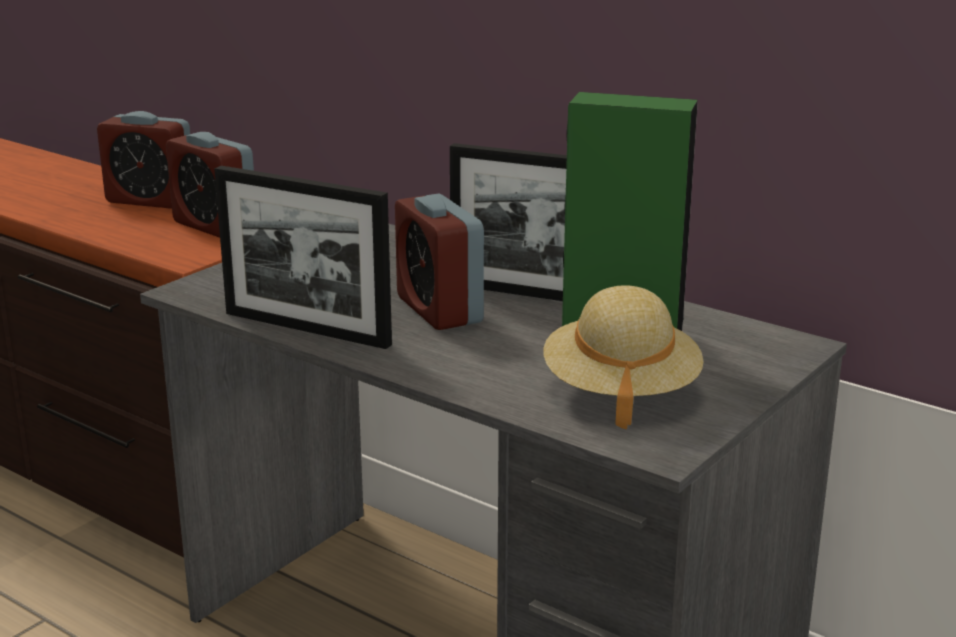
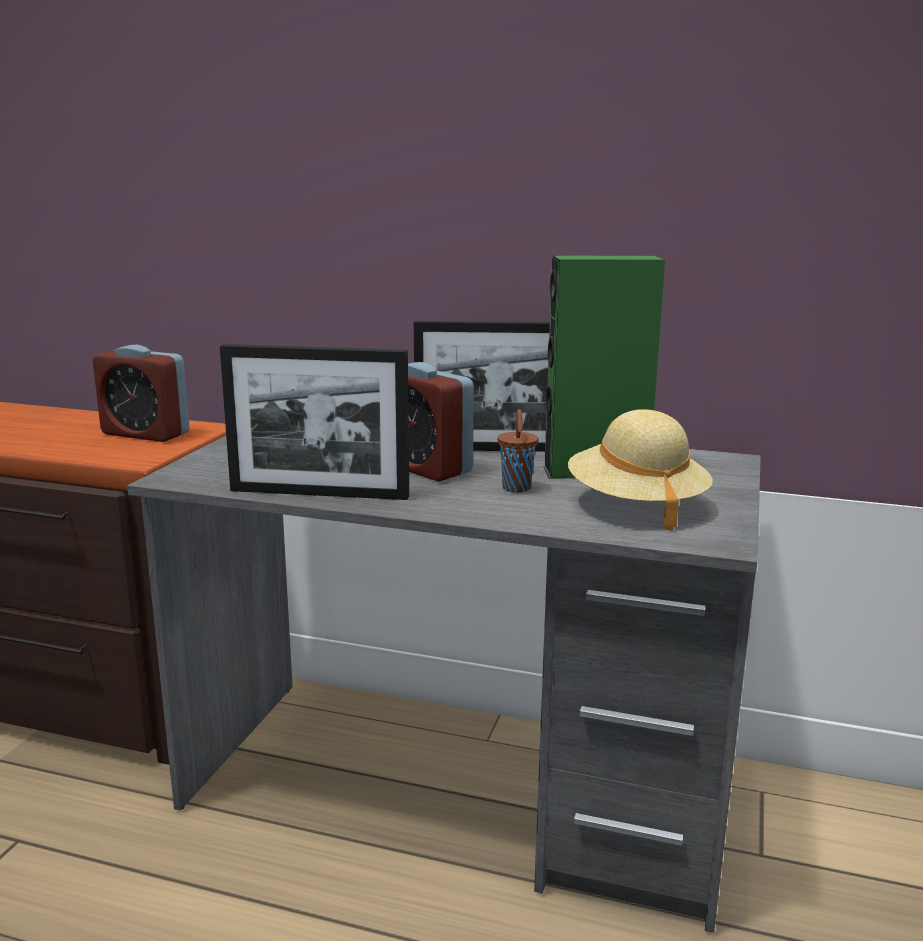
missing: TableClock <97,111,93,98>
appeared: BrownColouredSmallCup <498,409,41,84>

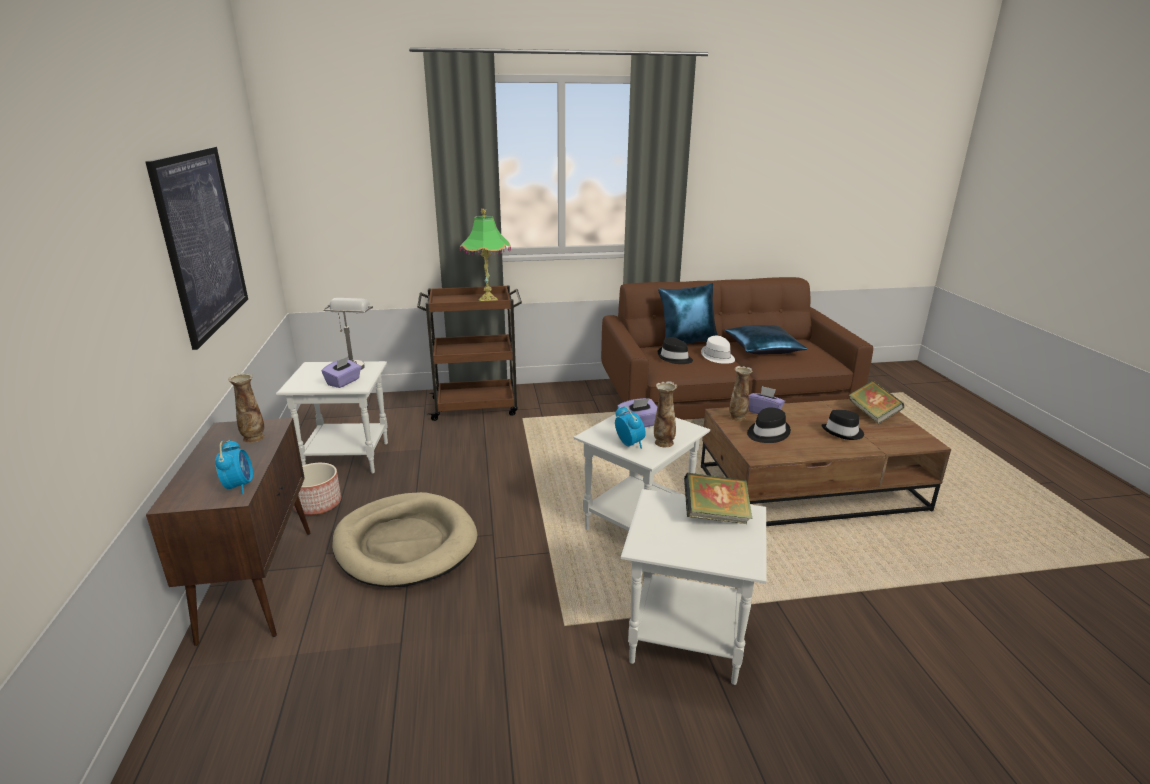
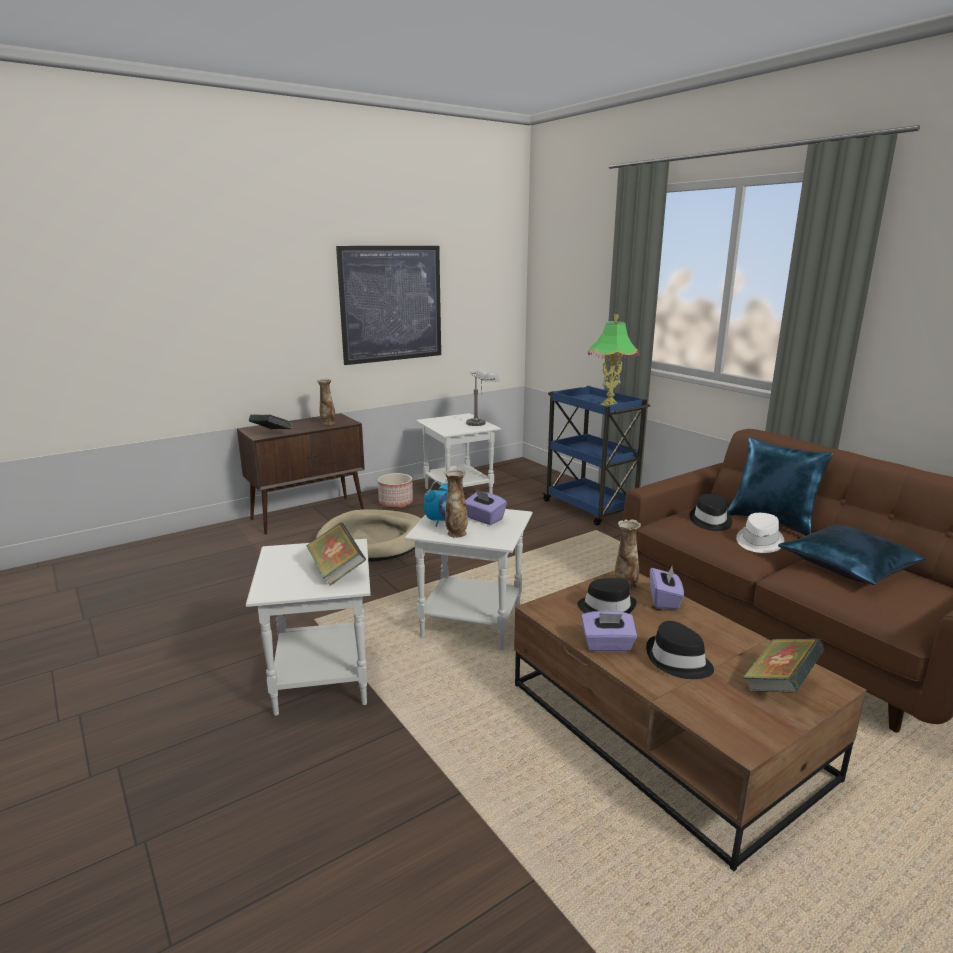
relocated: PurplishBoxOfTissues <322,356,39,32> to <581,611,56,41>
exchanged: TableClock <215,440,38,54> to BoundBook <249,414,44,15>
colour: BrownColouredWheeledCart <417,285,105,136> to BluishWheeledCart <542,386,108,140>

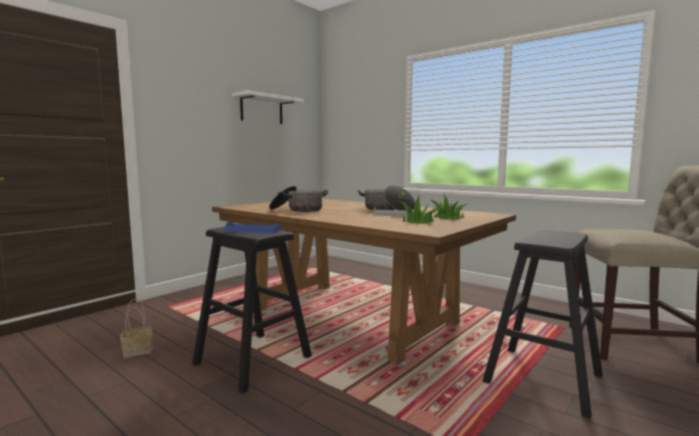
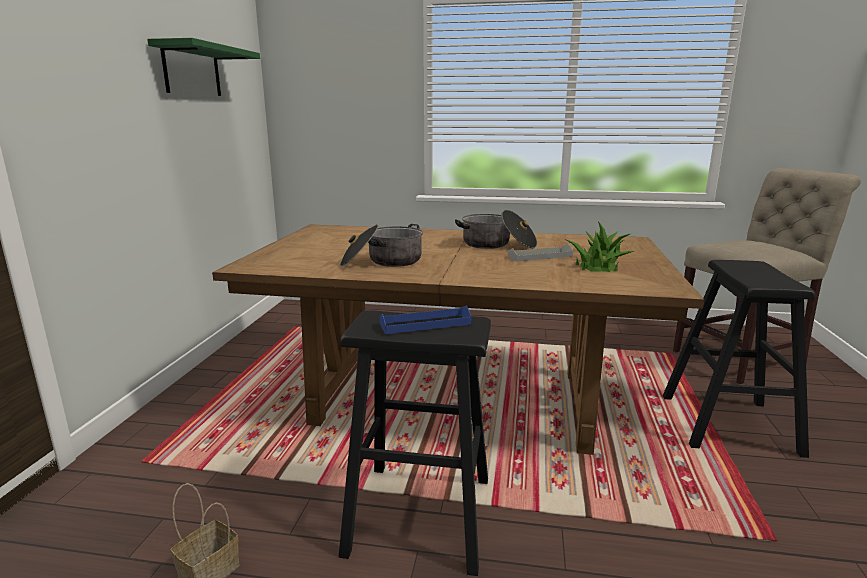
colour: WhitishShelf <232,90,72,34> to GreenishShelf <147,38,113,58>

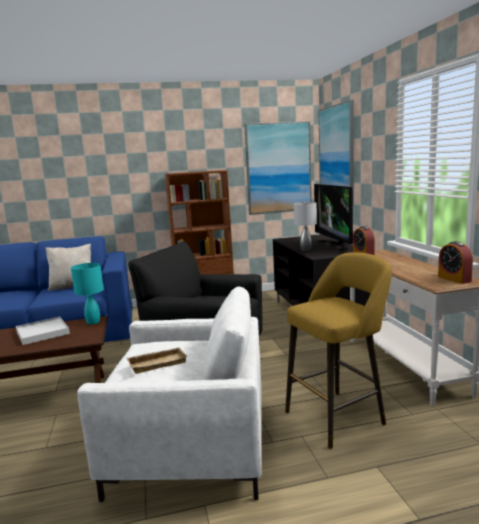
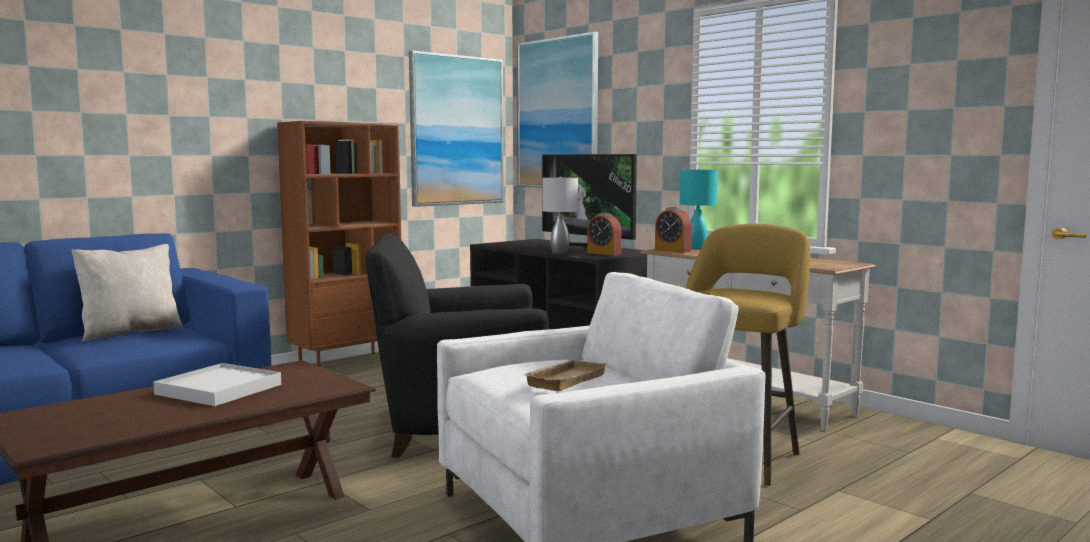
relocated: TurquoiseColouredTabletopLamp <71,263,33,61> to <680,169,38,80>; TableClock <438,241,35,43> to <587,213,34,43>

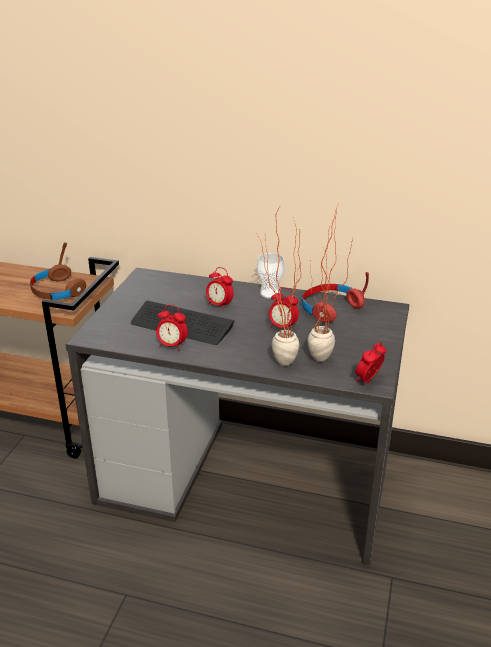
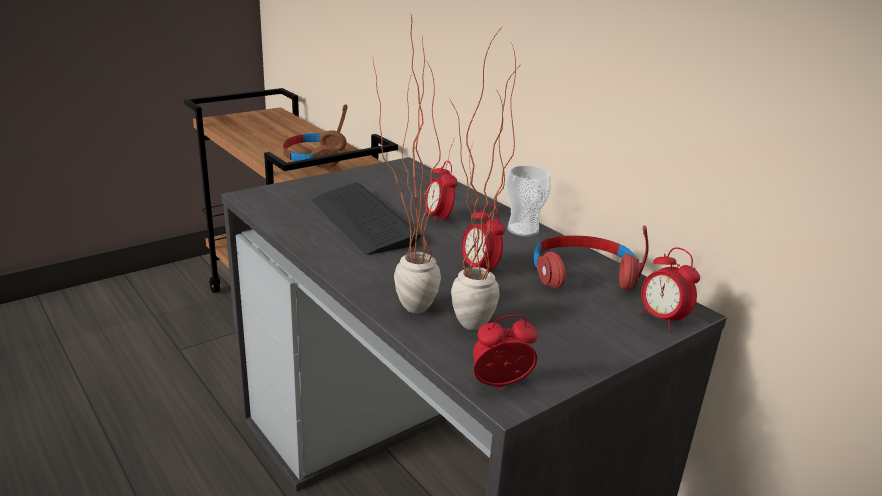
relocated: TableClock <156,305,32,46> to <639,247,61,84>

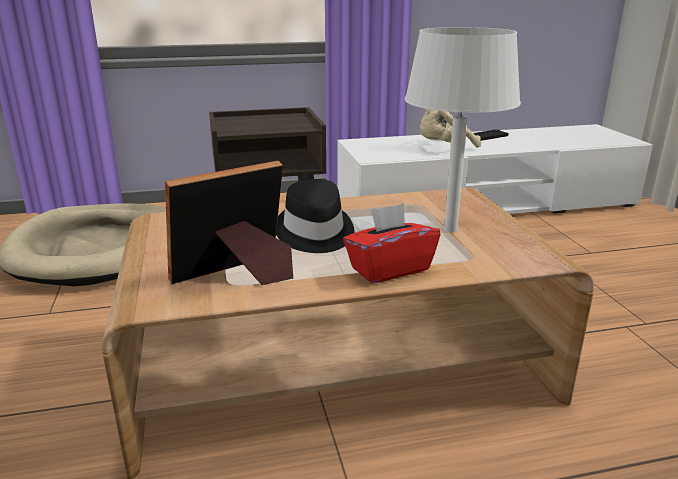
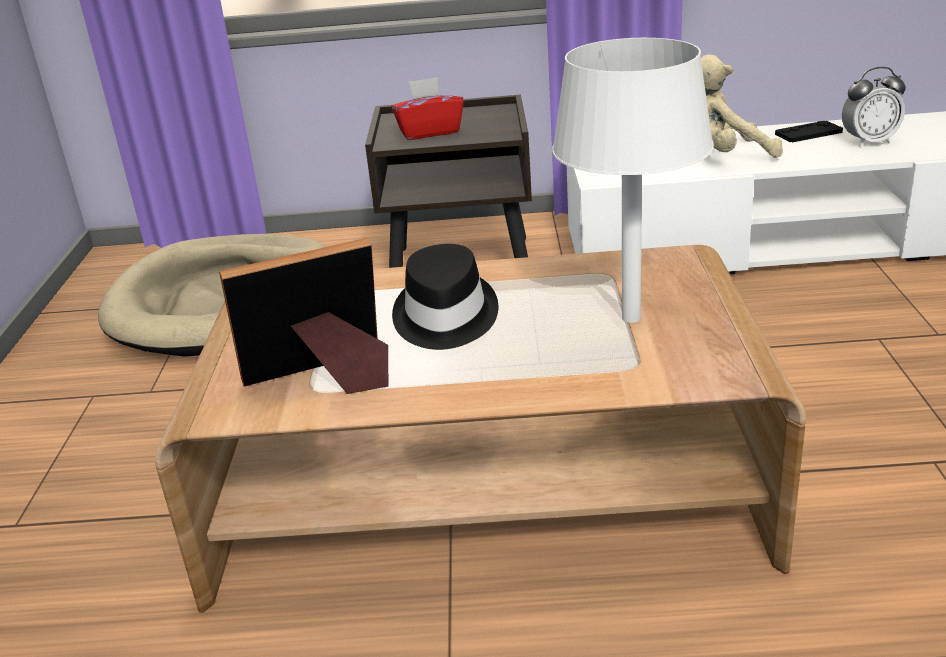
appeared: TableClock <842,67,64,80>
relocated: ReddishBoxOfTissues <343,203,98,81> to <391,77,73,63>

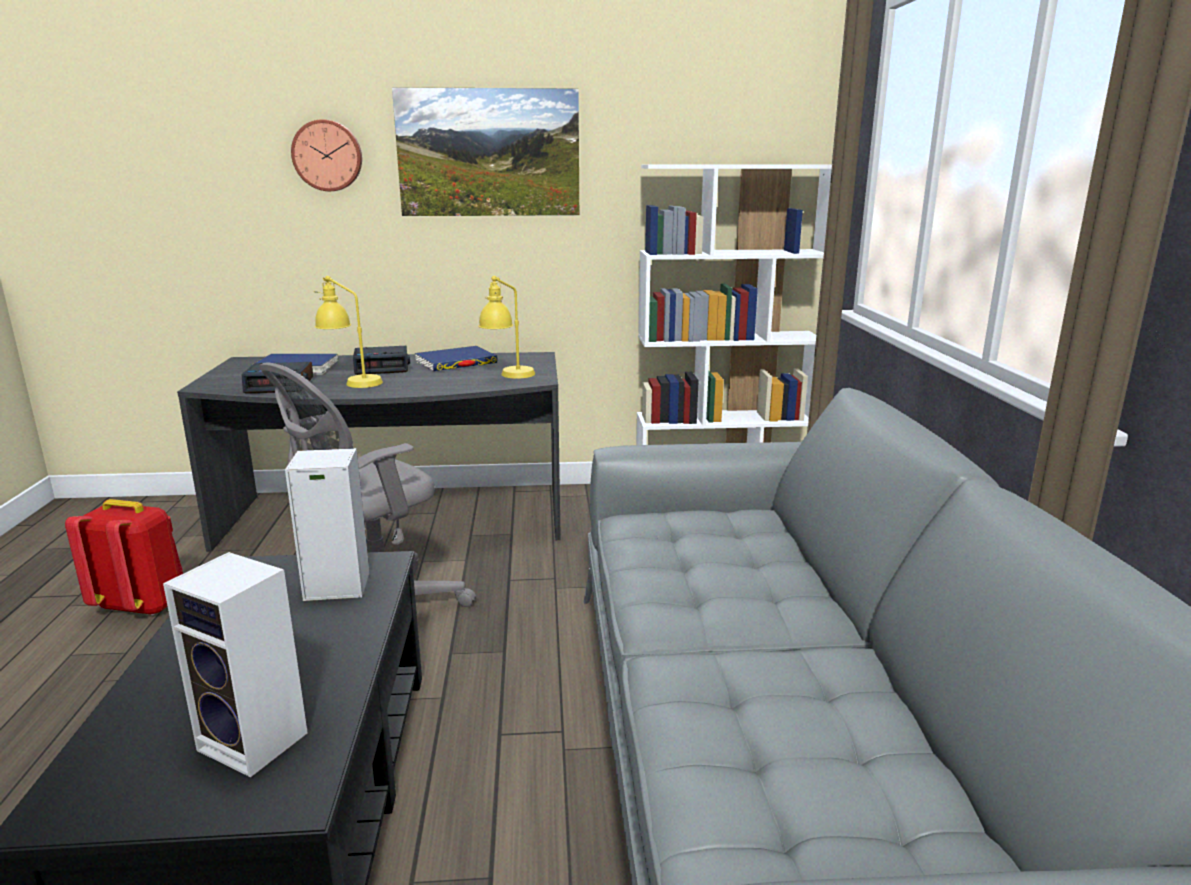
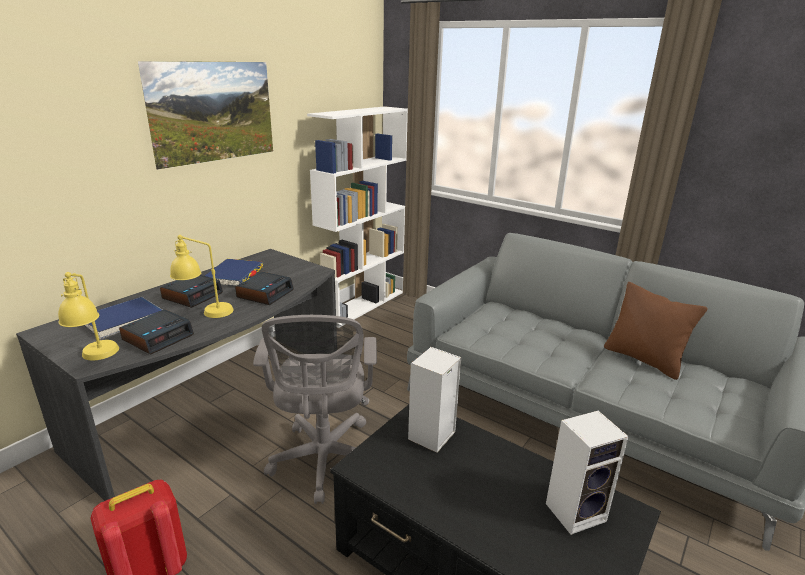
missing: WallClock <291,119,71,72>
appeared: TableClock <235,272,59,33>; BrownColouredThrowPillow <604,282,103,98>
relocated: YellowTabletopLamp <478,276,57,103> to <58,272,61,89>

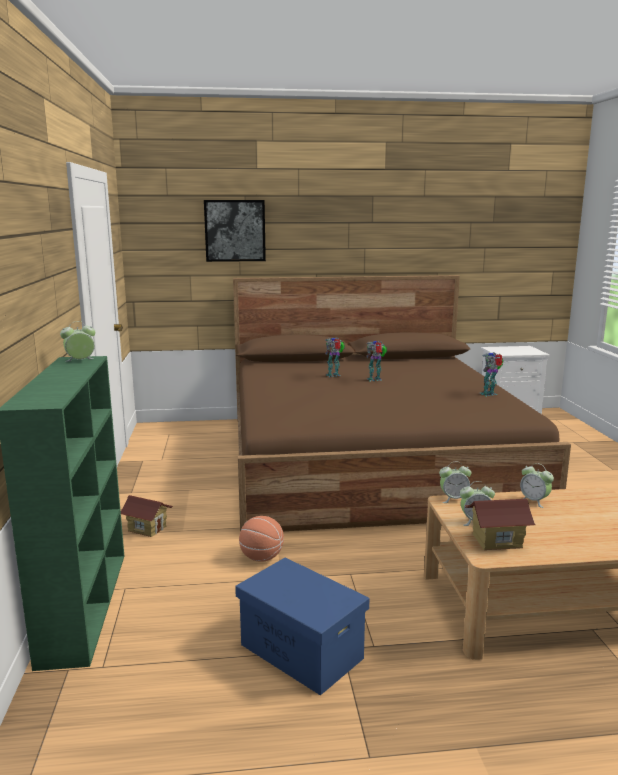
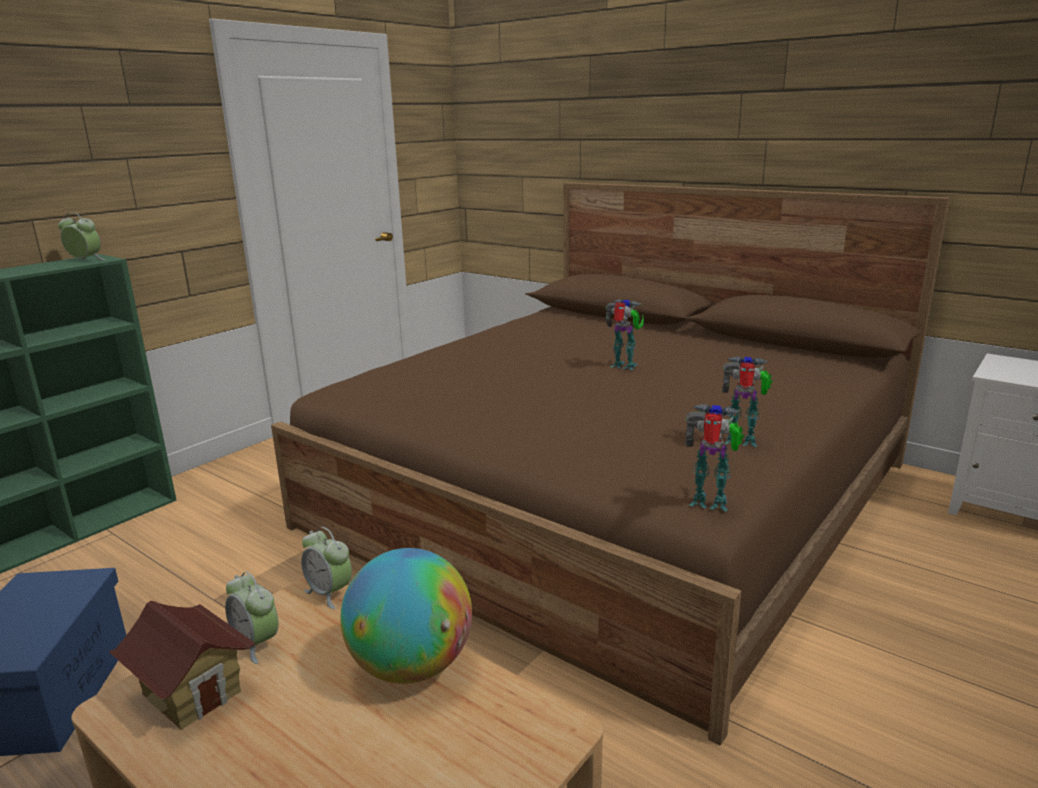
missing: ToyHouse <121,495,52,42>; WallArt <204,200,62,62>; BallForBasketball <239,516,45,46>
relocated: RobotFigure <325,337,20,40> to <685,404,59,107>
exchanged: TableClock <520,463,34,45> to DeskGlobe <340,548,132,136>

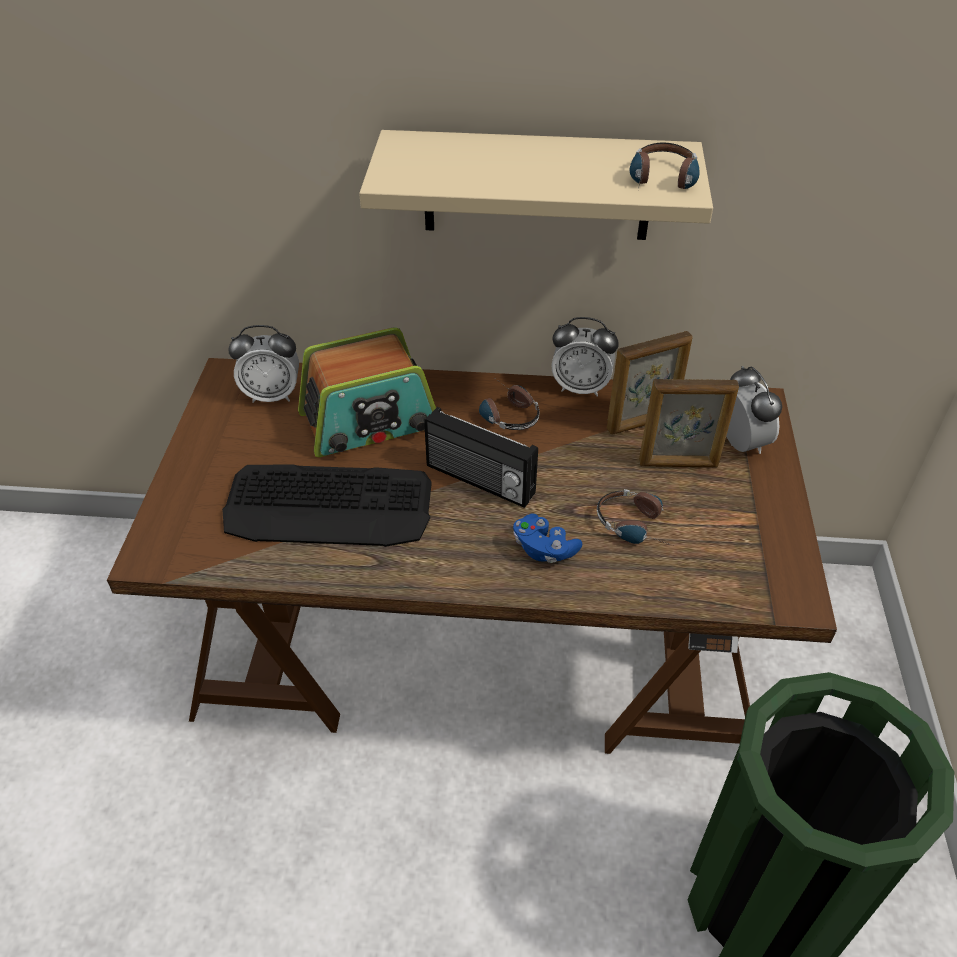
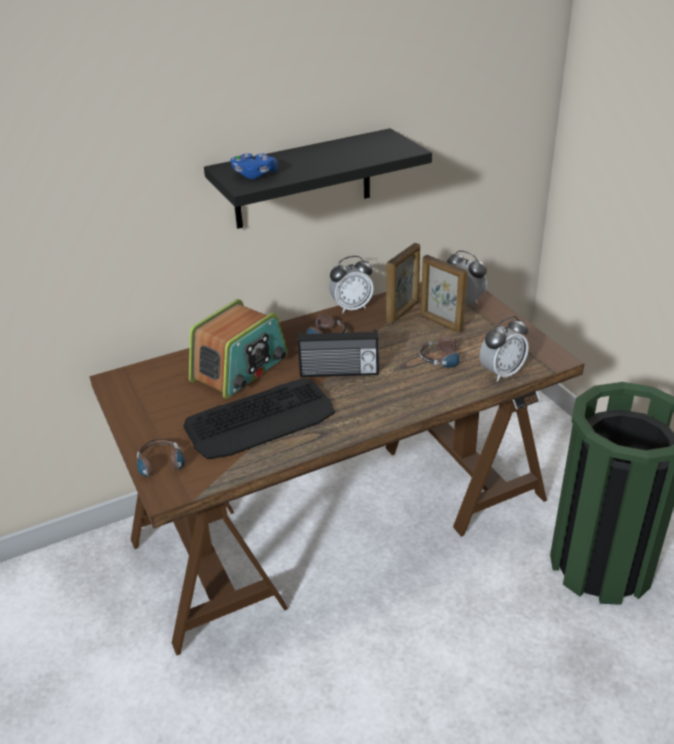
relocated: TableClock <229,325,70,78> to <479,316,50,66>; BluishGameController <513,514,69,49> to <231,153,47,26>; PairOfHeadphones <630,143,70,47> to <137,439,48,47>
colour: BeigeShelf <359,130,354,110> to BlackishShelf <204,128,228,101>
spun: PictureFrame <639,379,100,88> = <420,255,48,78> 75 degrees clockwise

